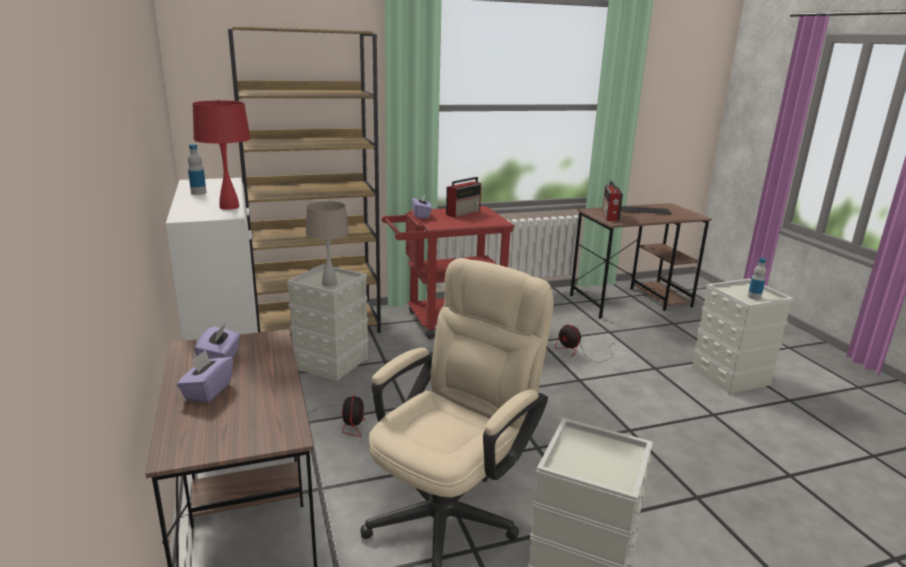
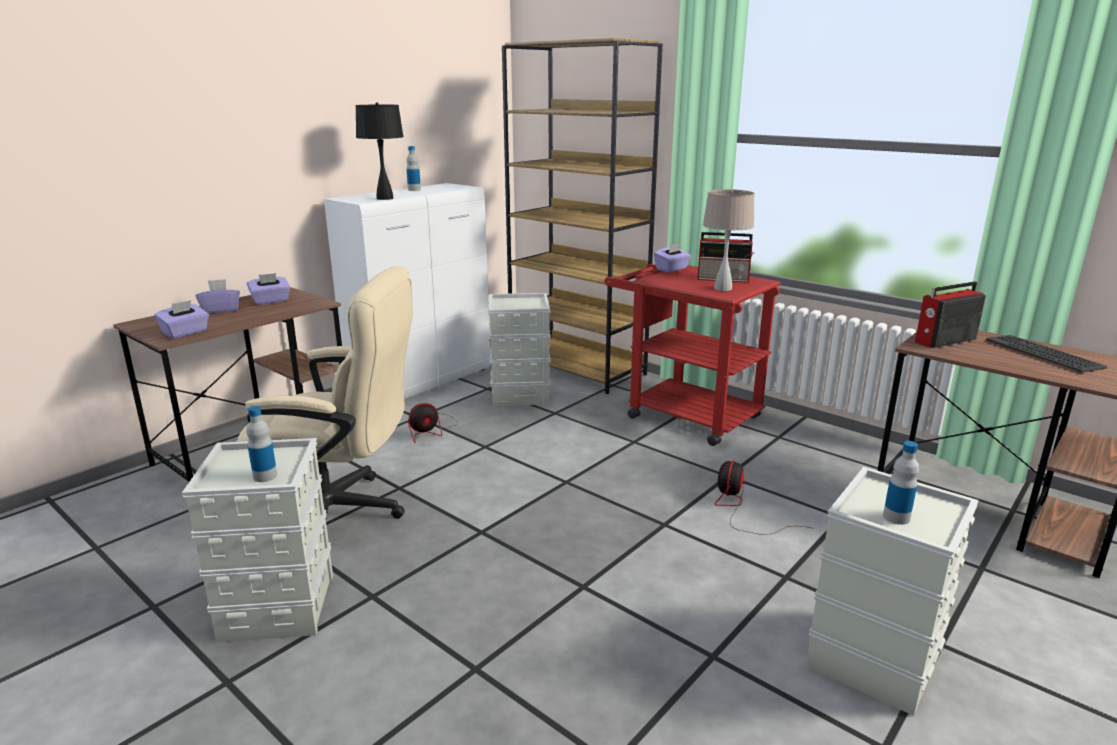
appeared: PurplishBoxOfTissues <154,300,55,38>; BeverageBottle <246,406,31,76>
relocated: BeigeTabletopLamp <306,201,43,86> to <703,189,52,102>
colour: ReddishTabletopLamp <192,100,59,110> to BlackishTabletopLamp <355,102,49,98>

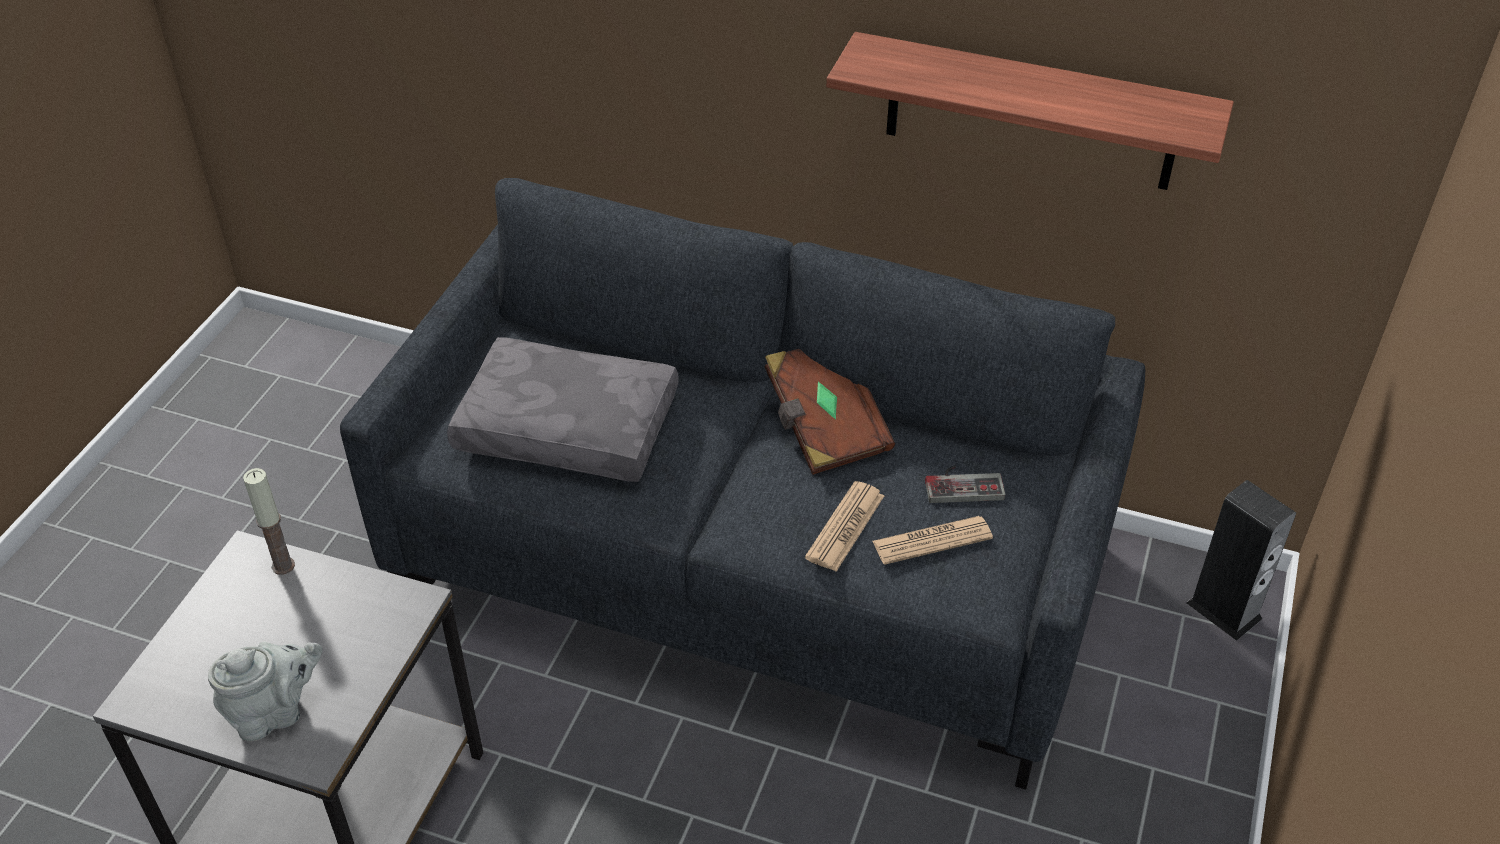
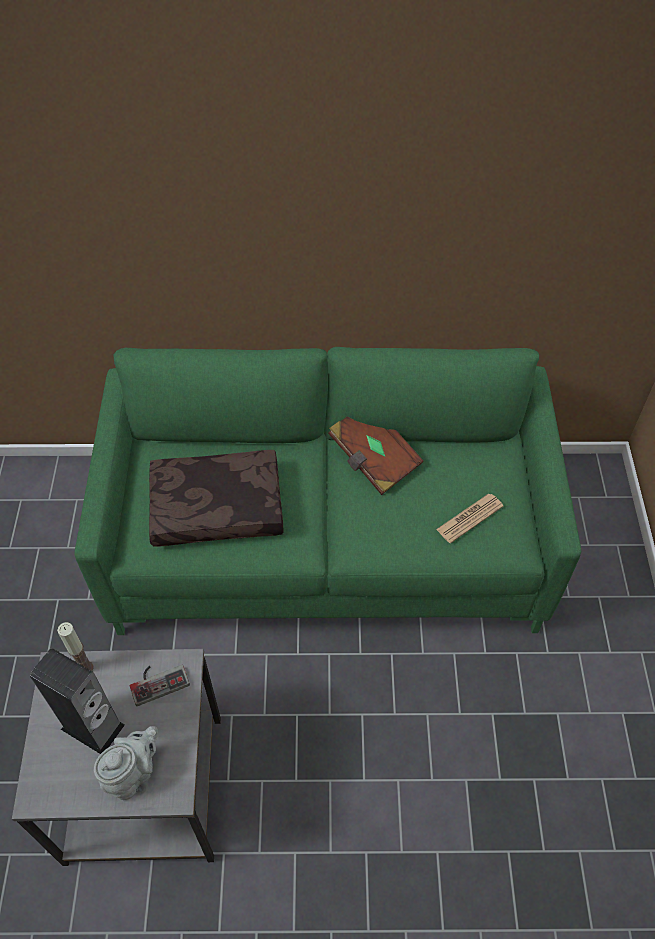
missing: DailyPaper <805,481,79,91>; Shelf <826,32,408,158>
relocated: GameController <925,465,80,38> to <130,665,60,41>; Speaker <1186,480,110,161> to <30,648,95,106>
colour: GreyCouch <340,178,805,612> to GreenishCouch <74,347,507,288>; GreyThrowPillow <447,337,232,145> to BrownColouredThrowPillow <149,450,135,96>

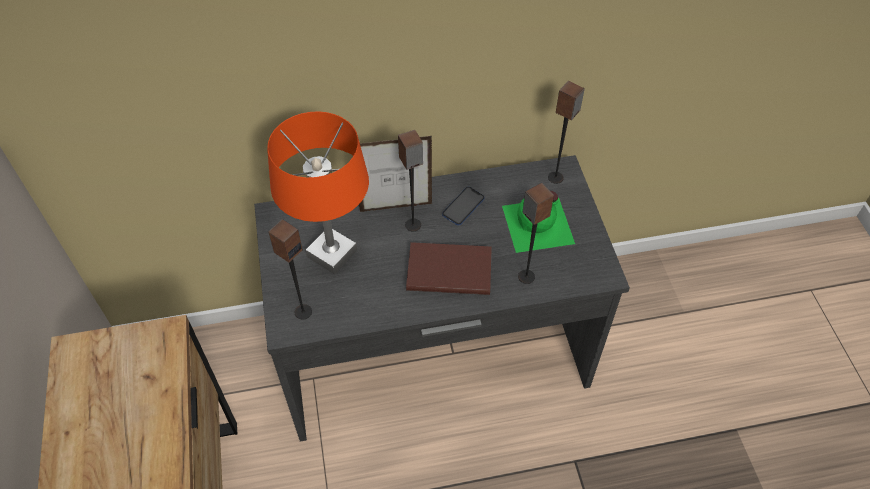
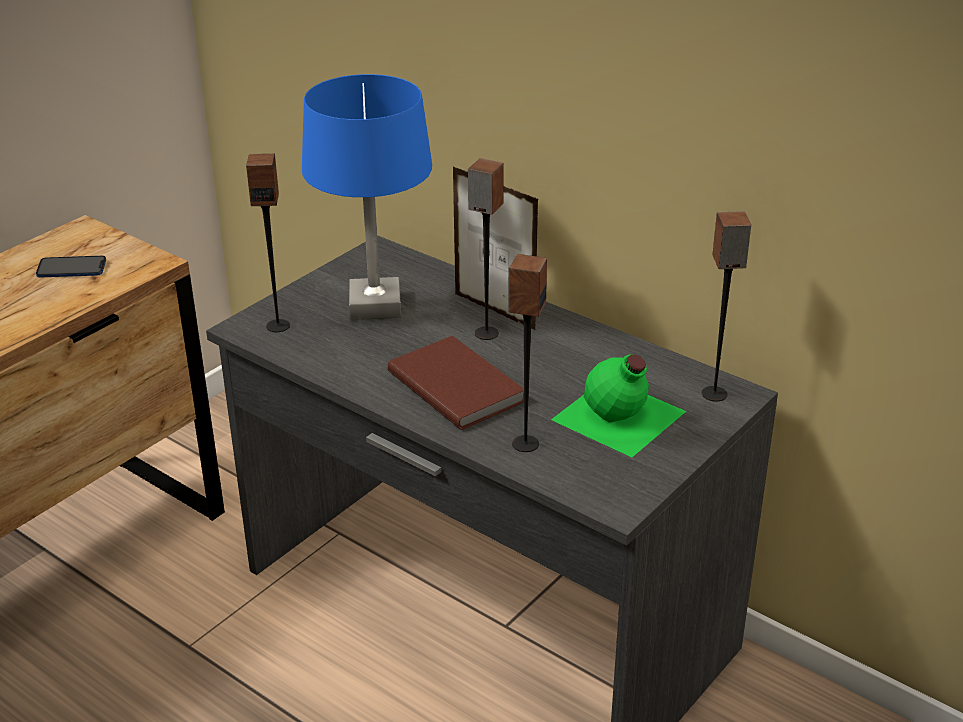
relocated: Telephone <442,187,42,39> to <36,256,70,22>
colour: OrangeyTabletopLamp <267,111,102,163> to BluishTabletopLamp <302,74,130,246>

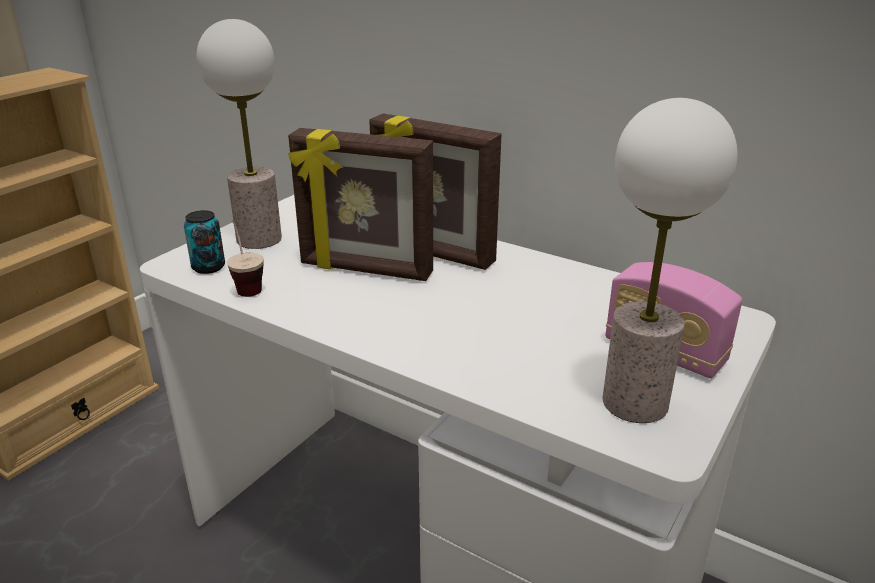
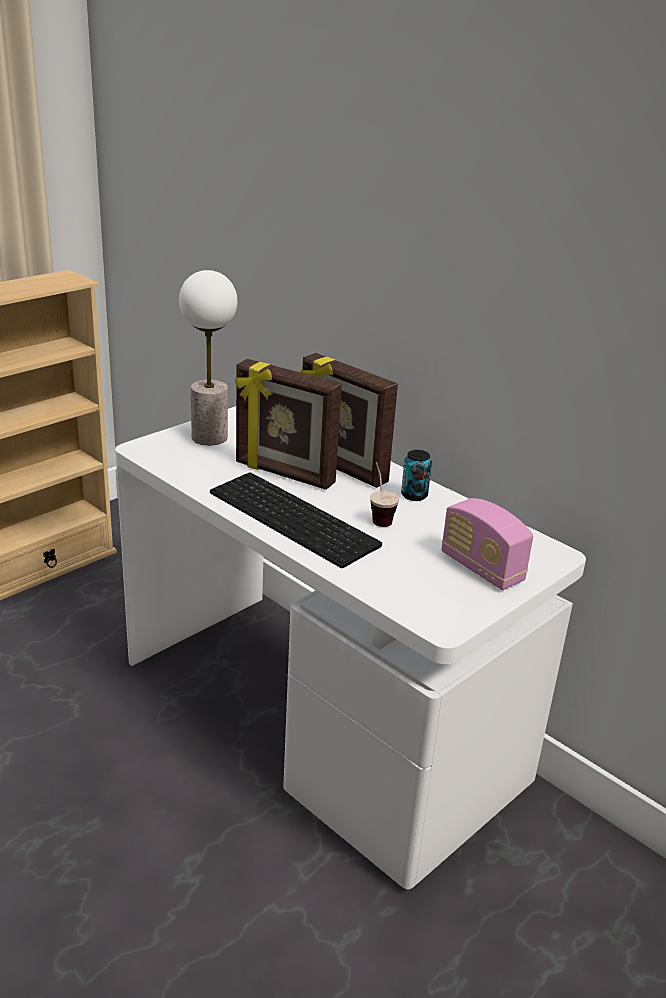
missing: TabletopLamp <603,98,135,325>
appeared: PcKeyboard <210,472,172,96>
relocated: SealedCan <184,210,41,64> to <401,450,31,51>; SmallCup <227,220,37,77> to <370,462,29,65>

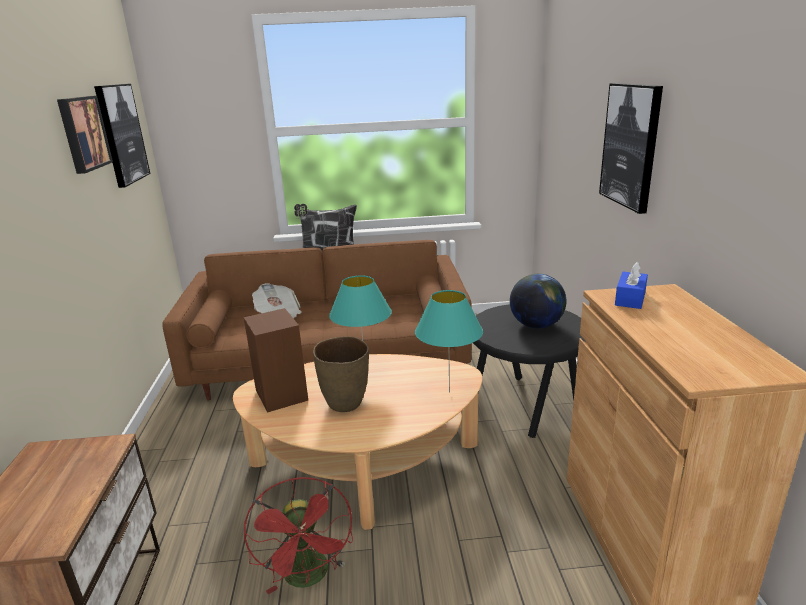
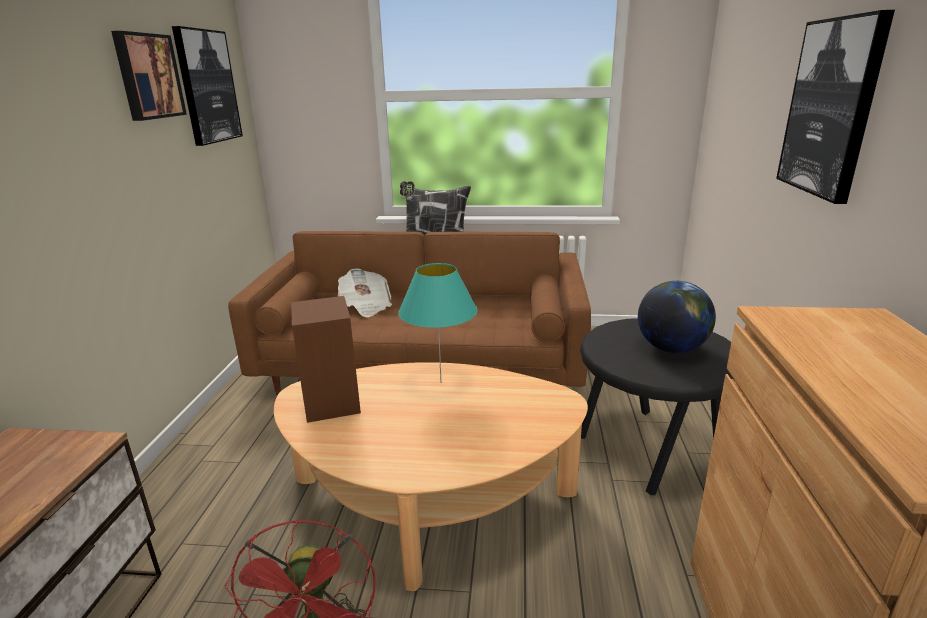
missing: BrownColouredFlowerVase <313,336,56,76>; TurquoiseColouredTabletopLamp <415,290,68,102>; BluishBoxOfTissues <615,262,33,47>

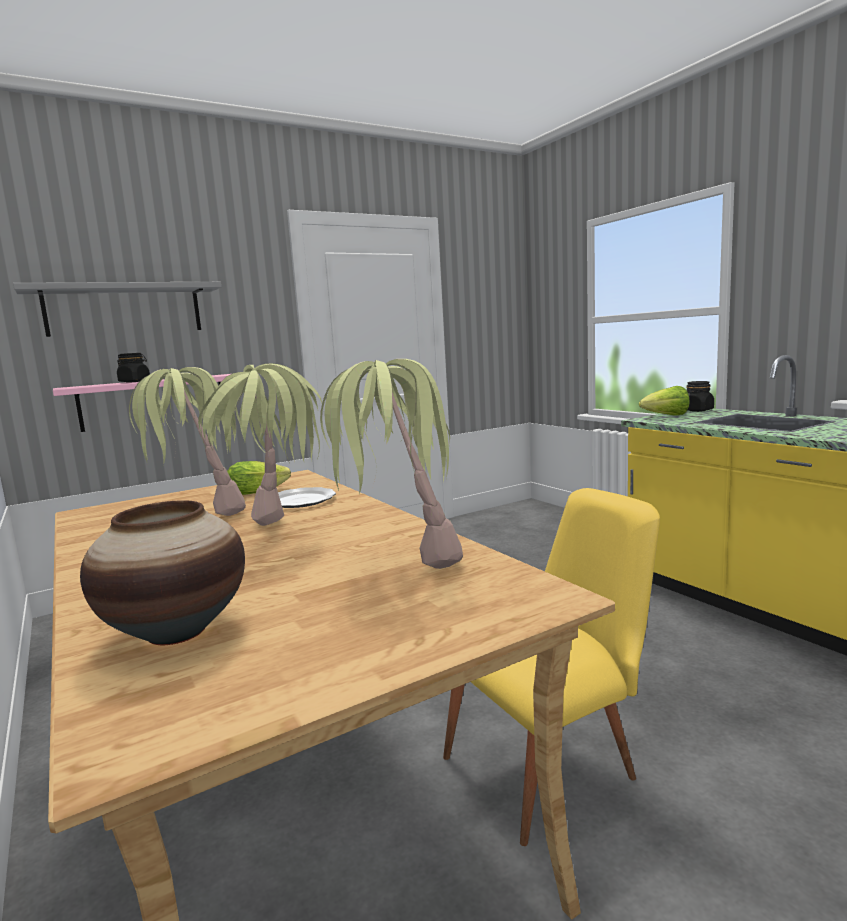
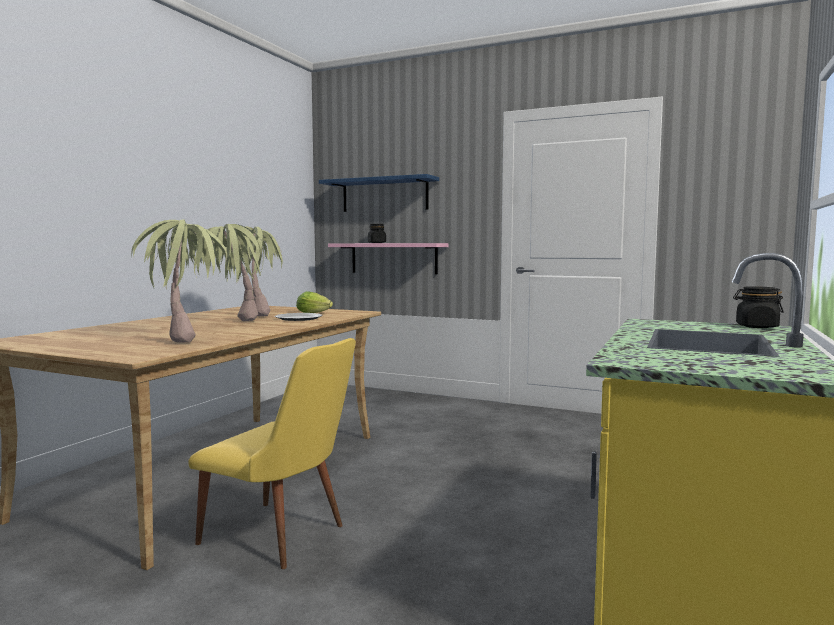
missing: FlowerVase <80,500,165,145>; LettuceHead <639,386,51,30>
colour: GreyShelf <13,282,209,55> to BluishShelf <319,174,120,38>

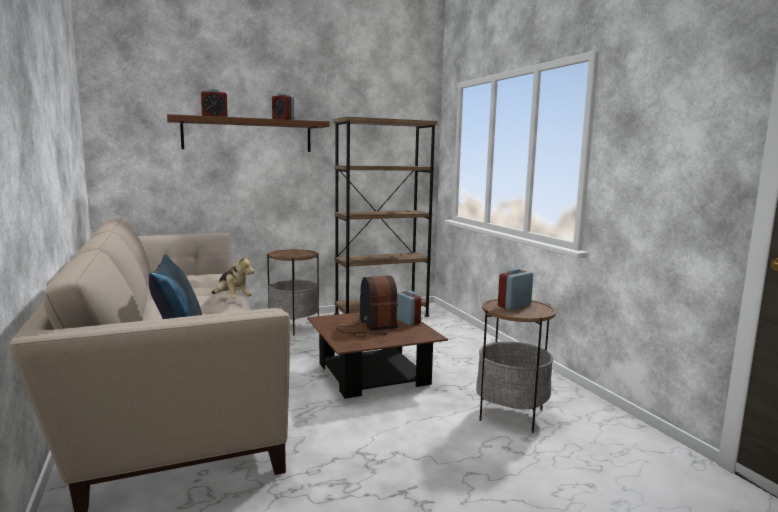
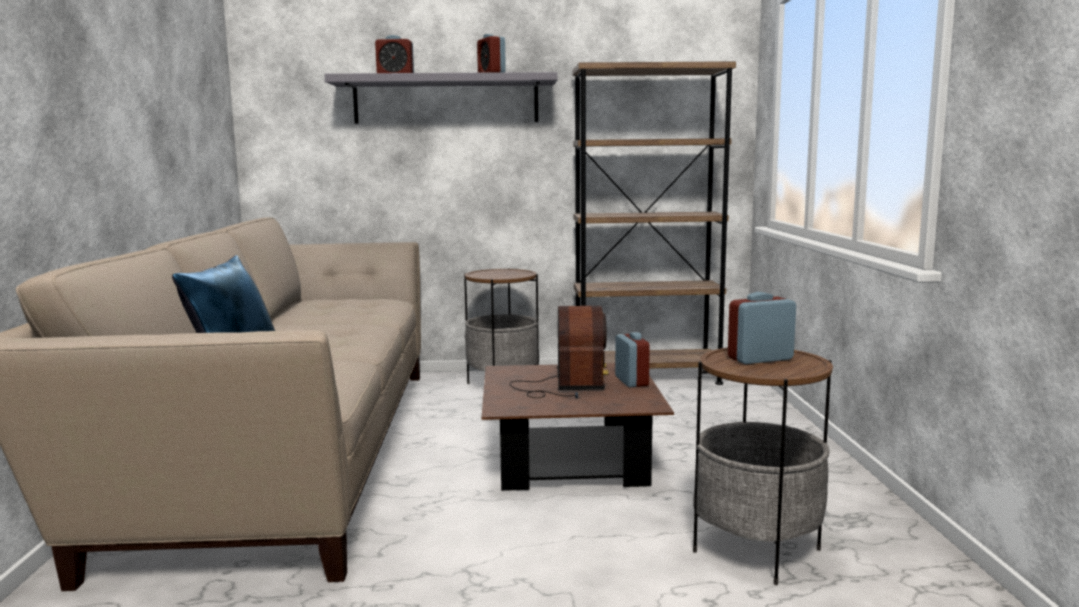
missing: CuddlyToy <212,255,42,43>
colour: BrownColouredShelf <167,114,163,38> to GreyShelf <324,72,234,52>

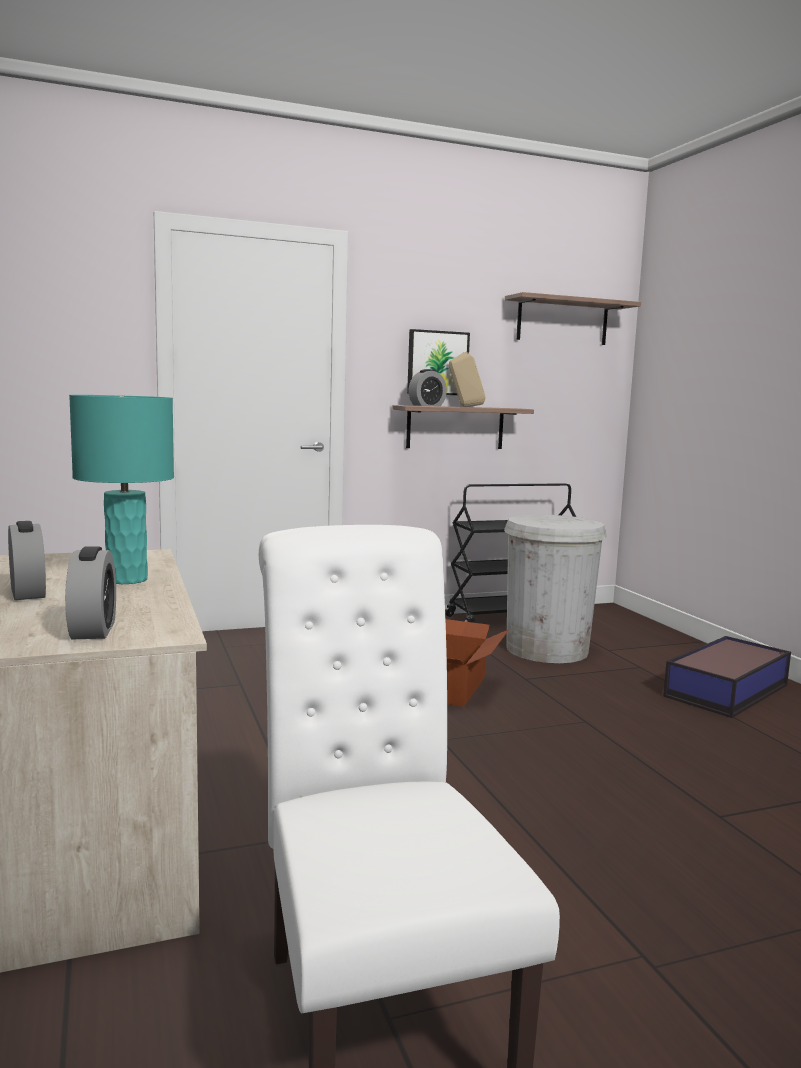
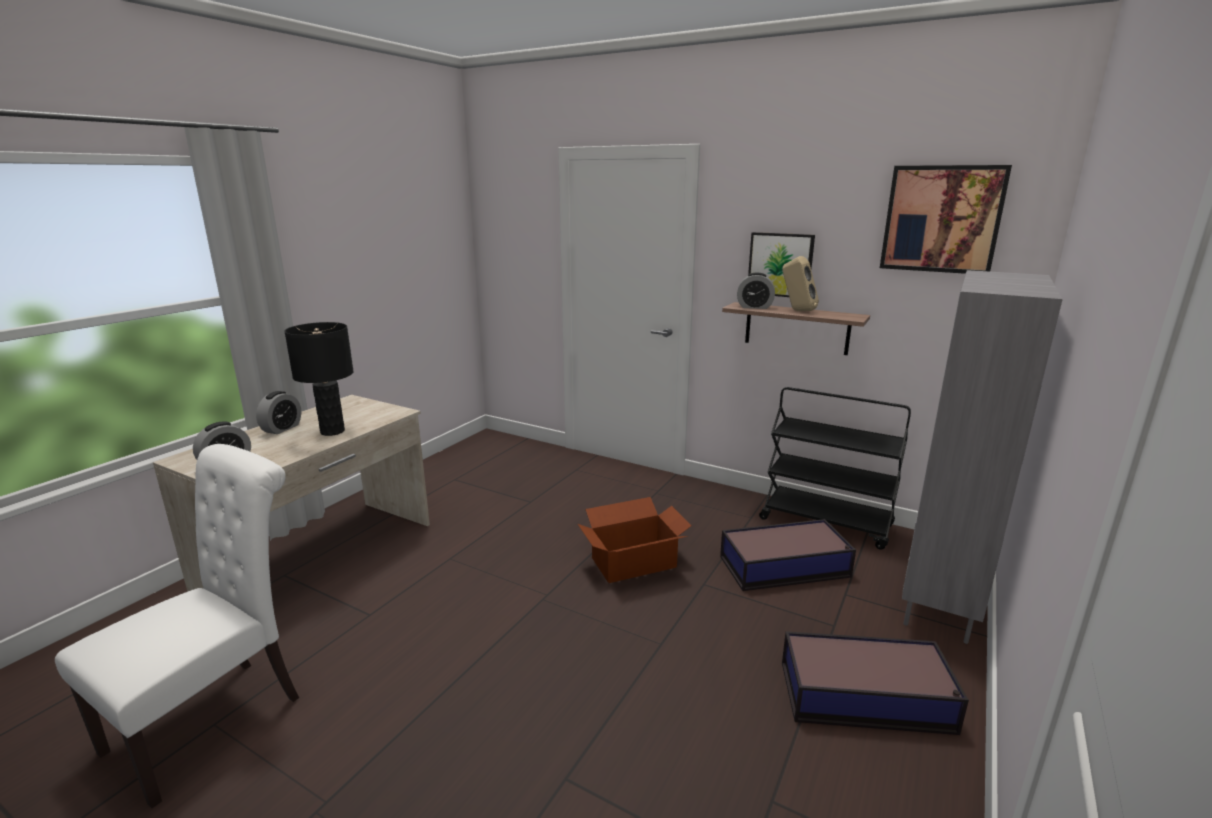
appeared: GreyBookcase <902,270,161,374>
exchanged: WhitishTrashCan <504,514,103,149> to StorageContainer <720,519,136,72>; Shelf <505,292,136,53> to WallArt <880,165,132,109>
colour: TurquoiseColouredTabletopLamp <69,395,105,189> to BlackishTabletopLamp <284,322,70,114>

